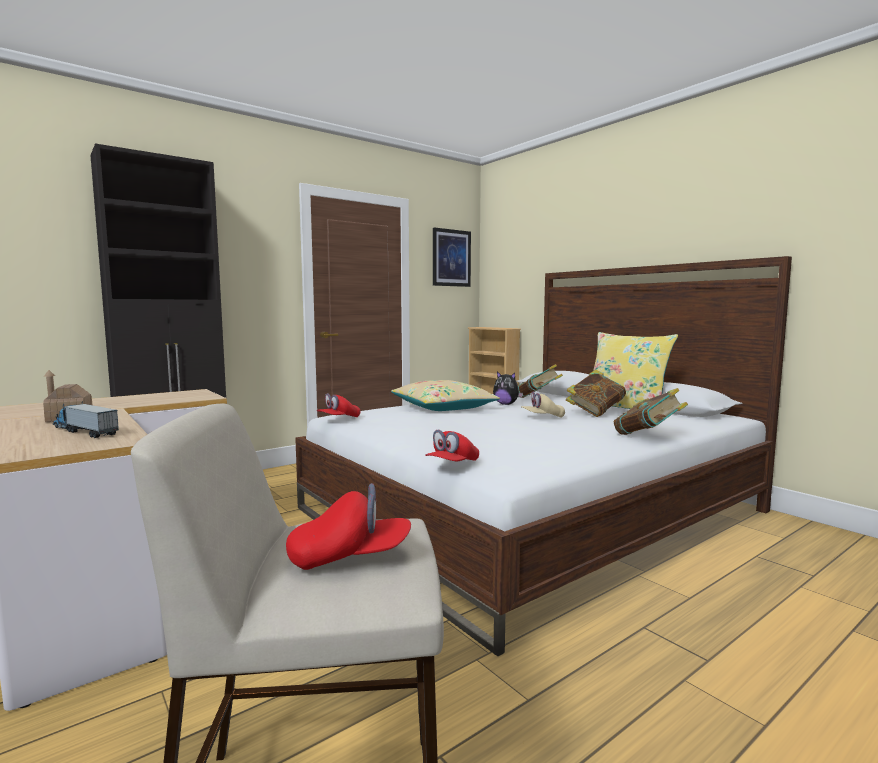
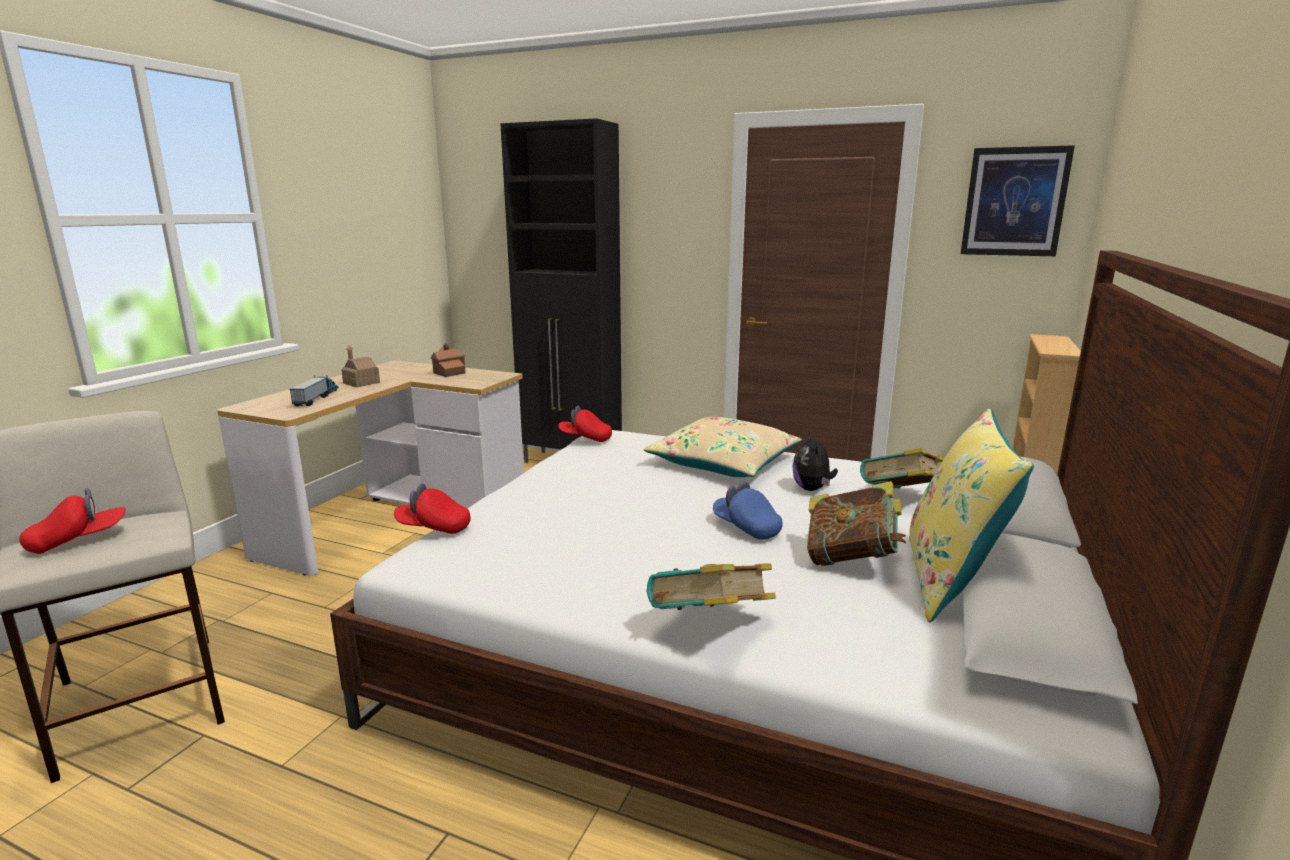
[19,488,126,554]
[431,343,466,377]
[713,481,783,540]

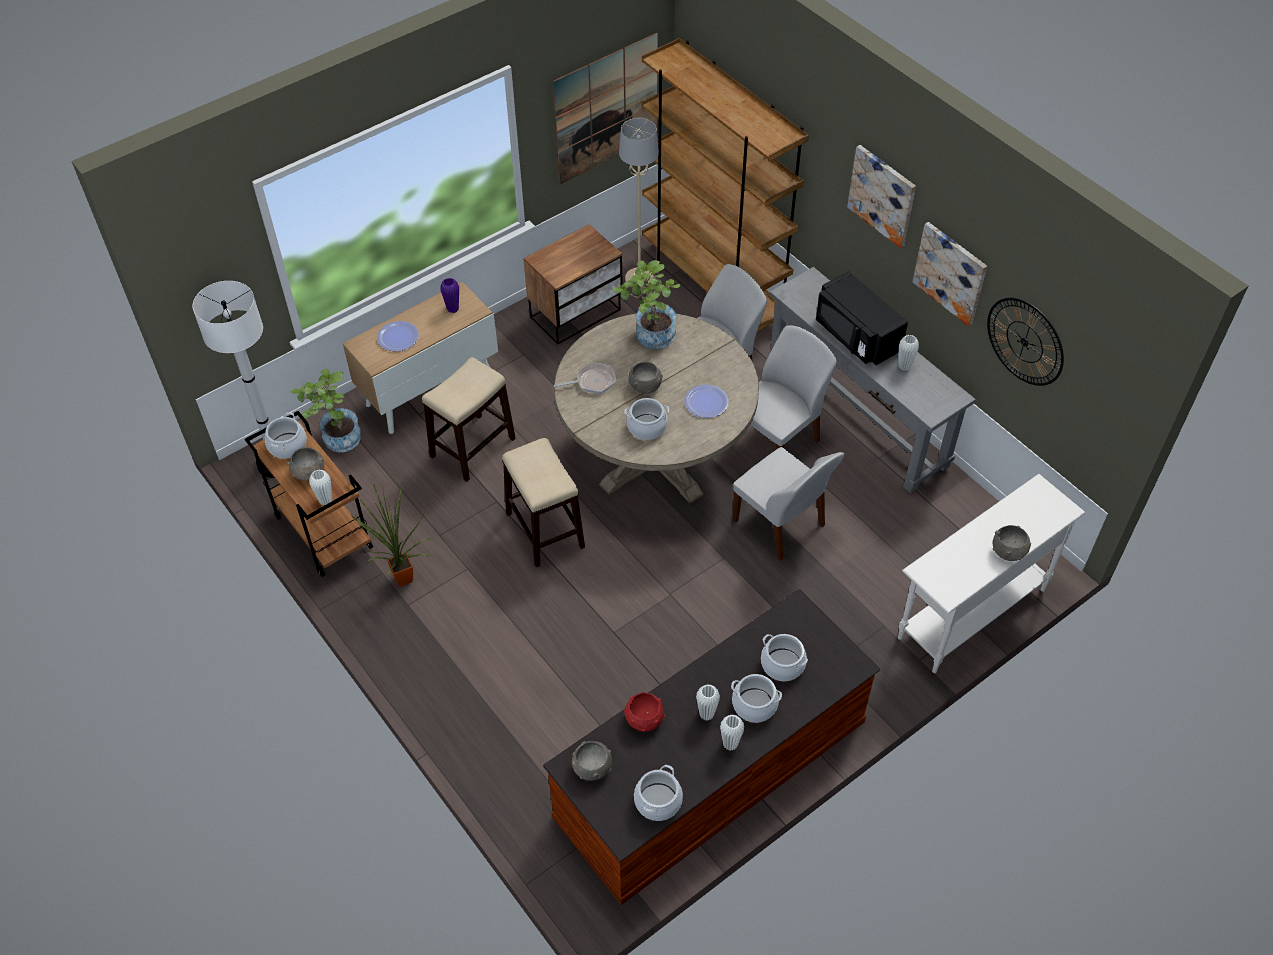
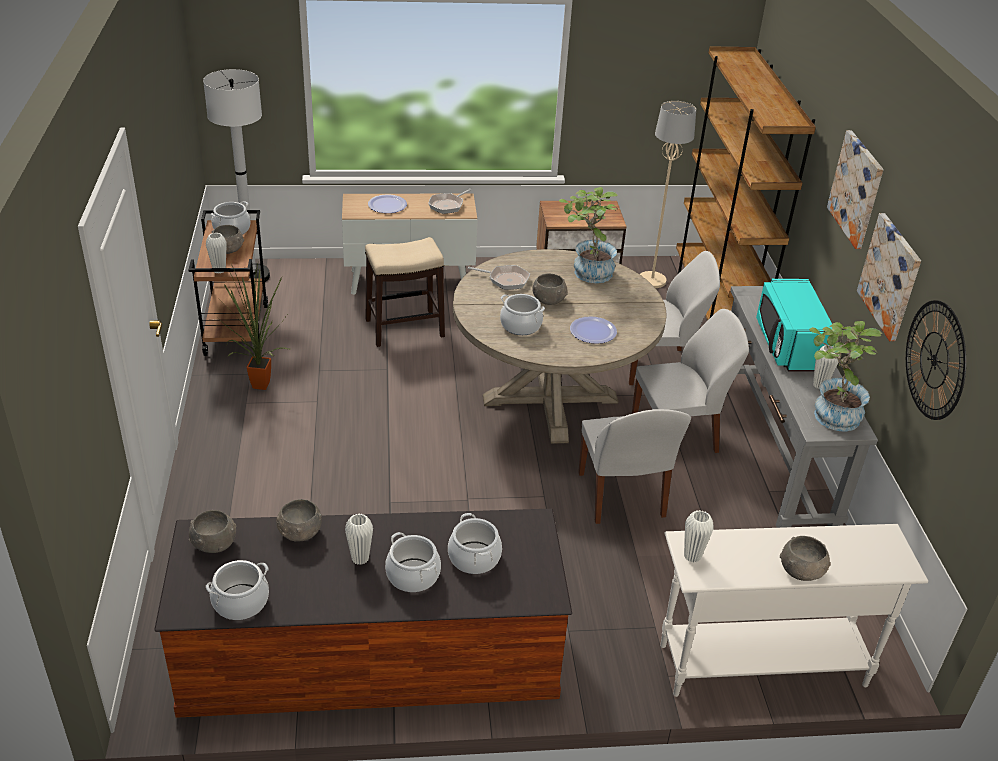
[276,499,322,542]
[428,189,471,214]
[684,510,714,562]
[756,279,835,372]
[809,321,882,432]
[502,438,585,567] (first image)
[553,33,658,185] (first image)

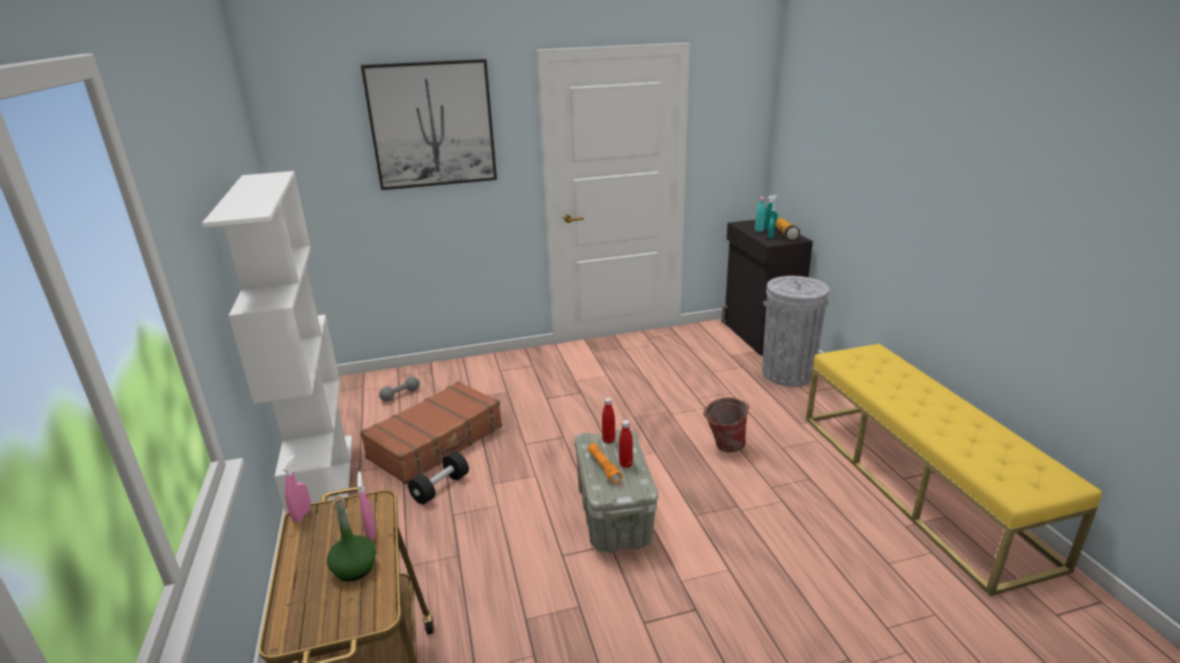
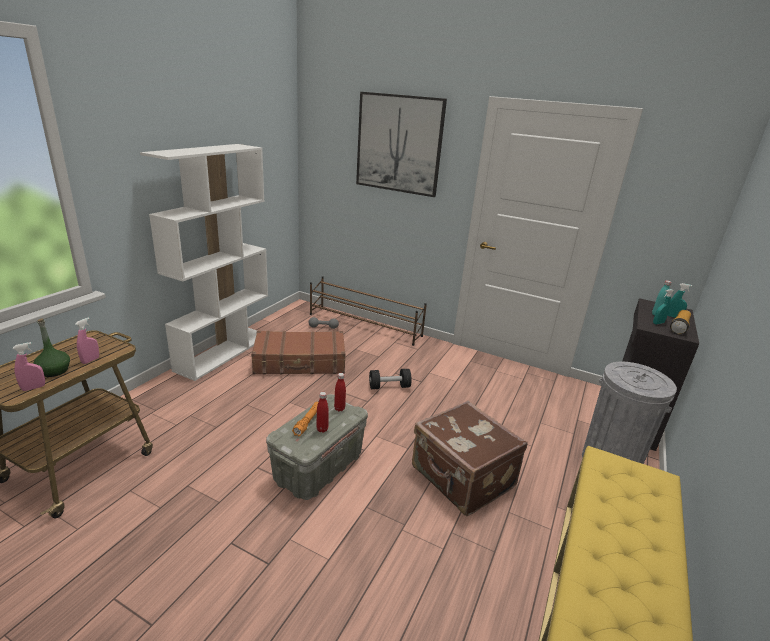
[13,342,45,391]
[310,276,427,346]
[369,369,412,389]
[412,401,527,516]

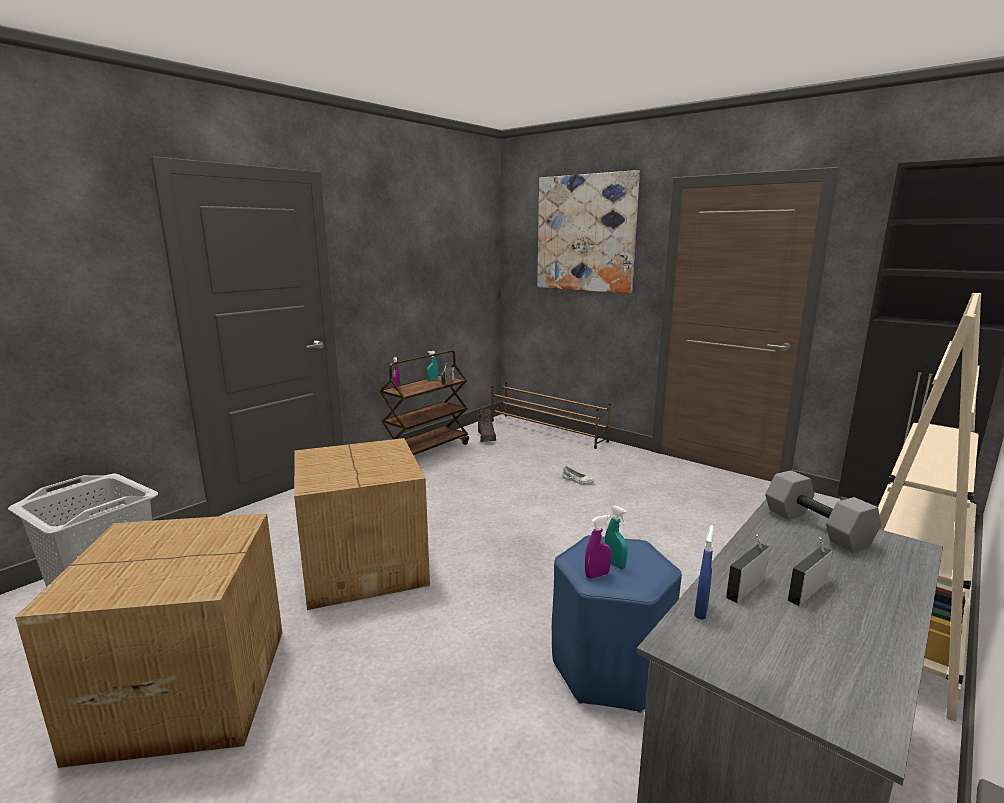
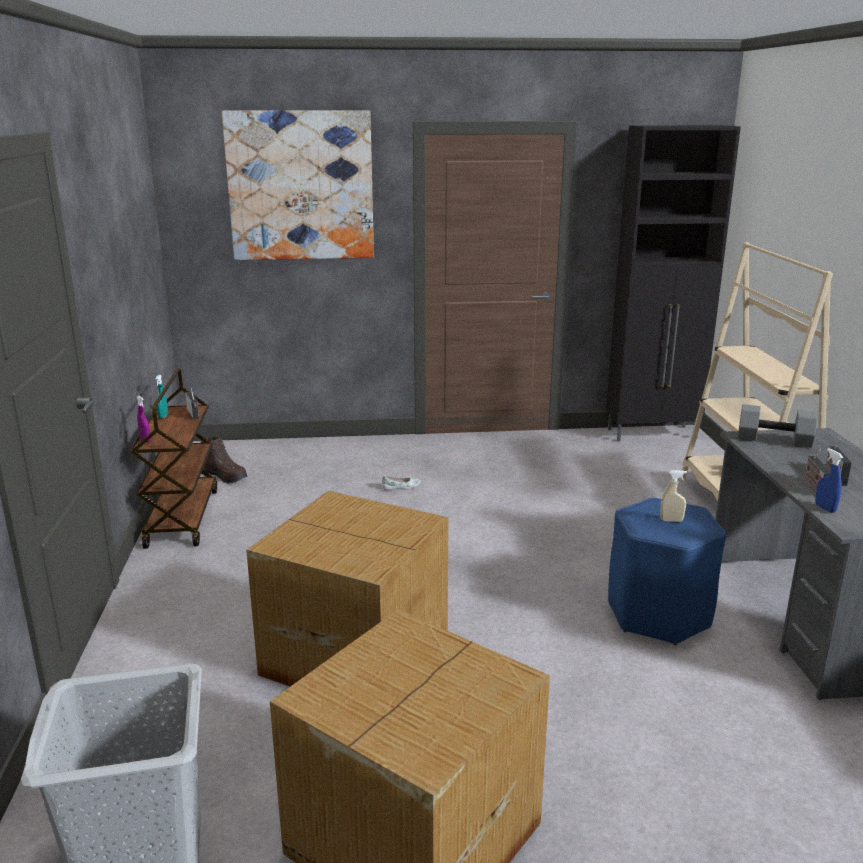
[660,470,687,522]
[491,382,611,449] (first image)
[585,515,611,579] (first image)

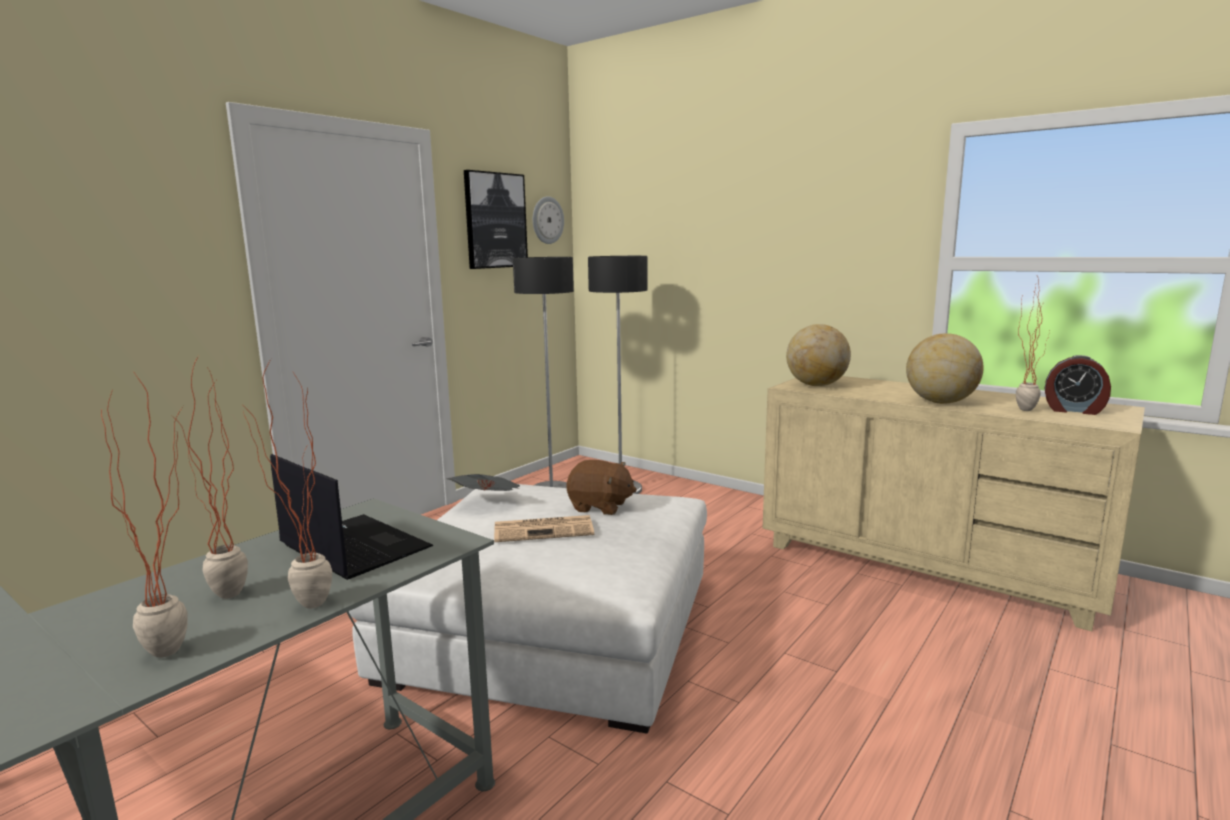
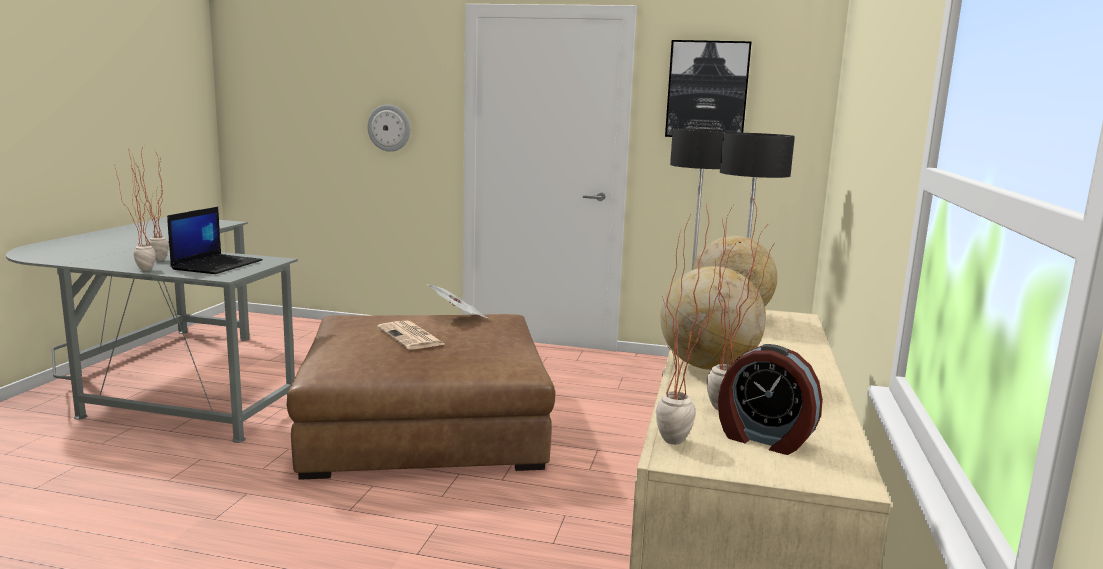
[287,314,555,480]
[367,105,410,152]
[656,202,737,445]
[718,344,823,455]
[566,460,637,515] (first image)

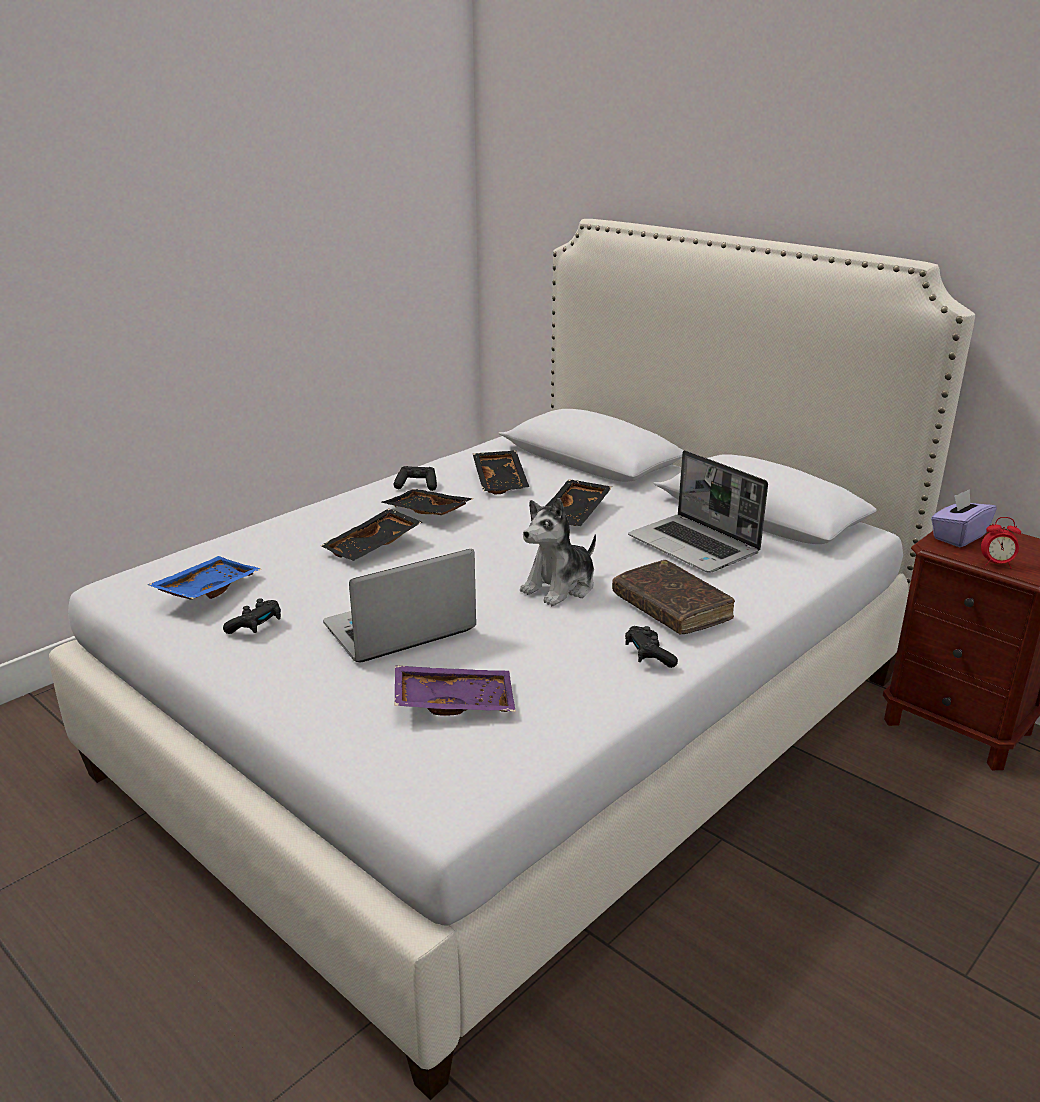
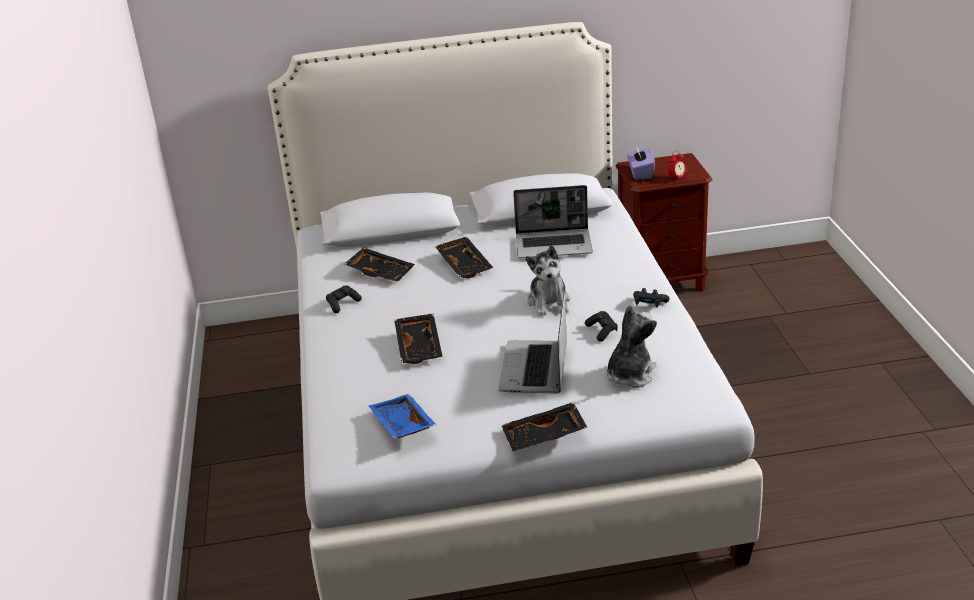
[501,402,588,451]
[585,311,618,342]
[605,306,657,388]
[612,560,735,635] (first image)

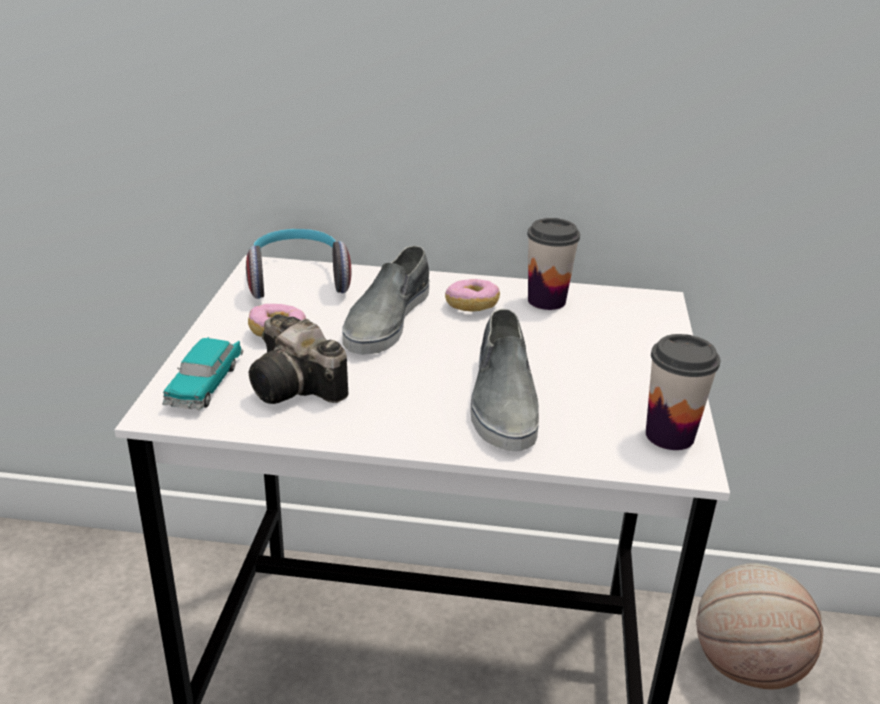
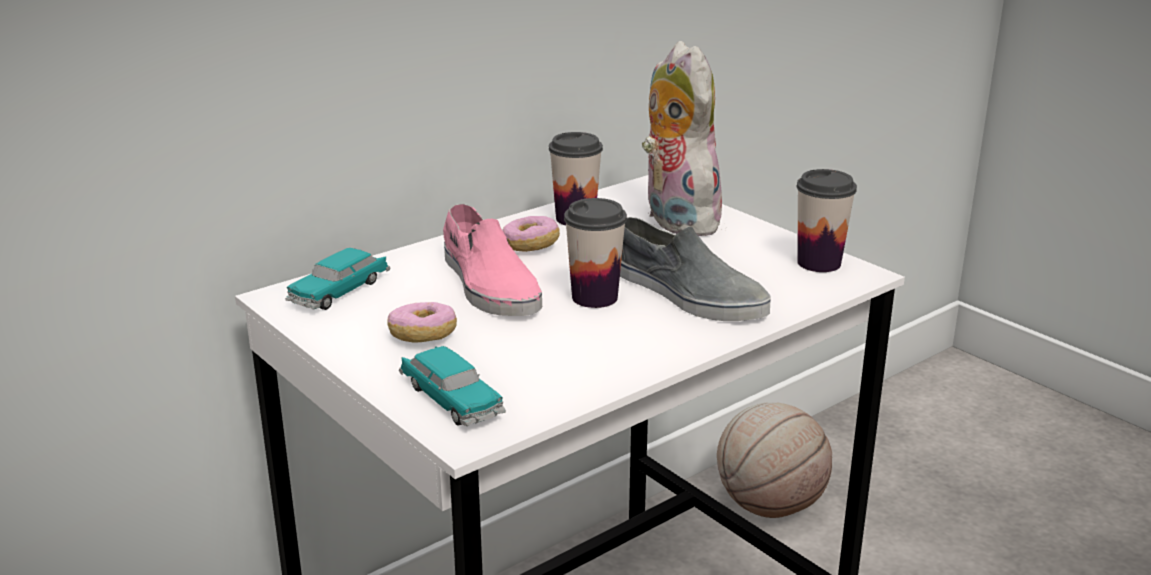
[285,248,390,310]
[443,204,542,316]
[564,198,627,308]
[642,41,726,236]
[249,314,348,404] (first image)

